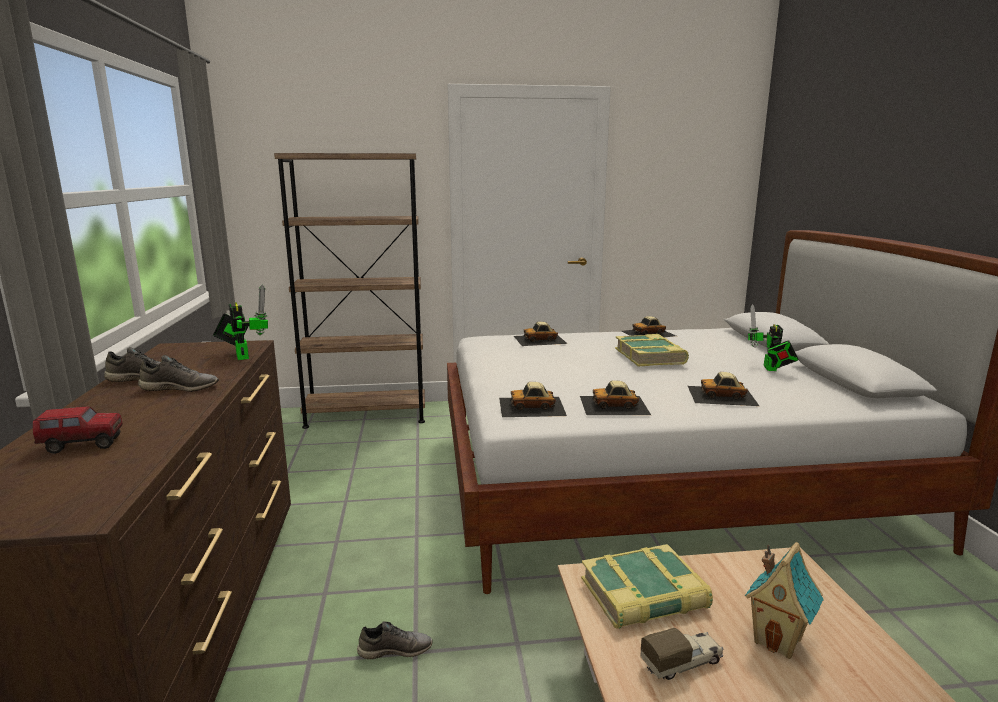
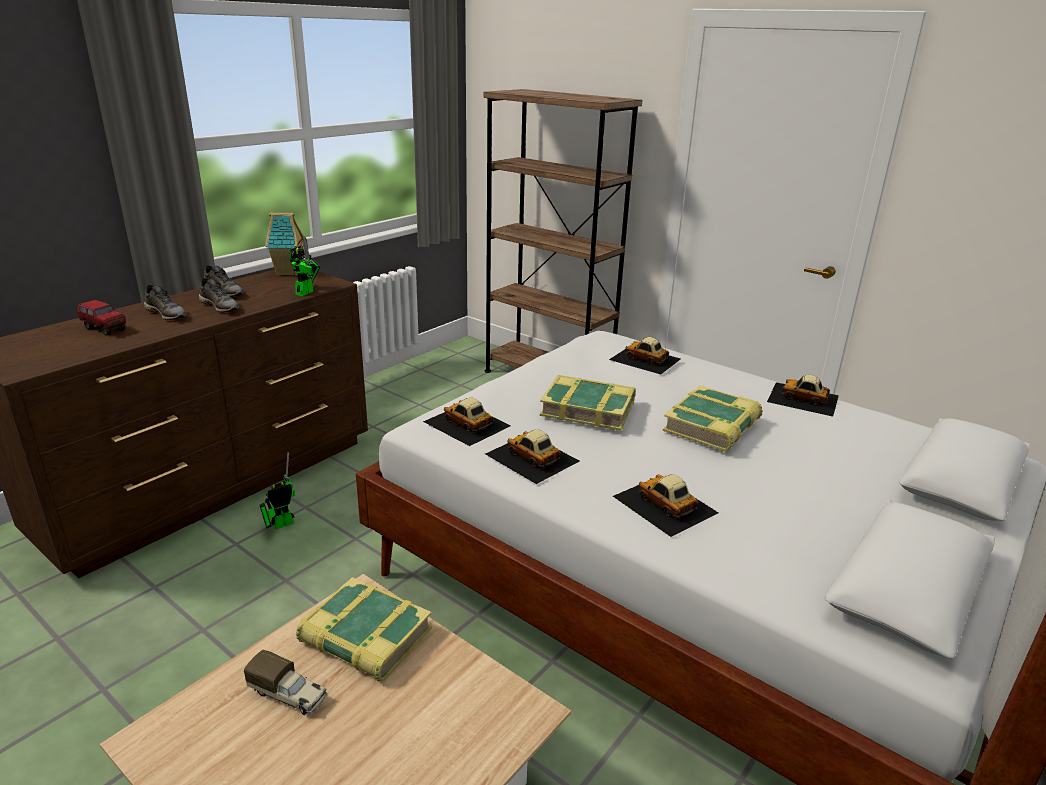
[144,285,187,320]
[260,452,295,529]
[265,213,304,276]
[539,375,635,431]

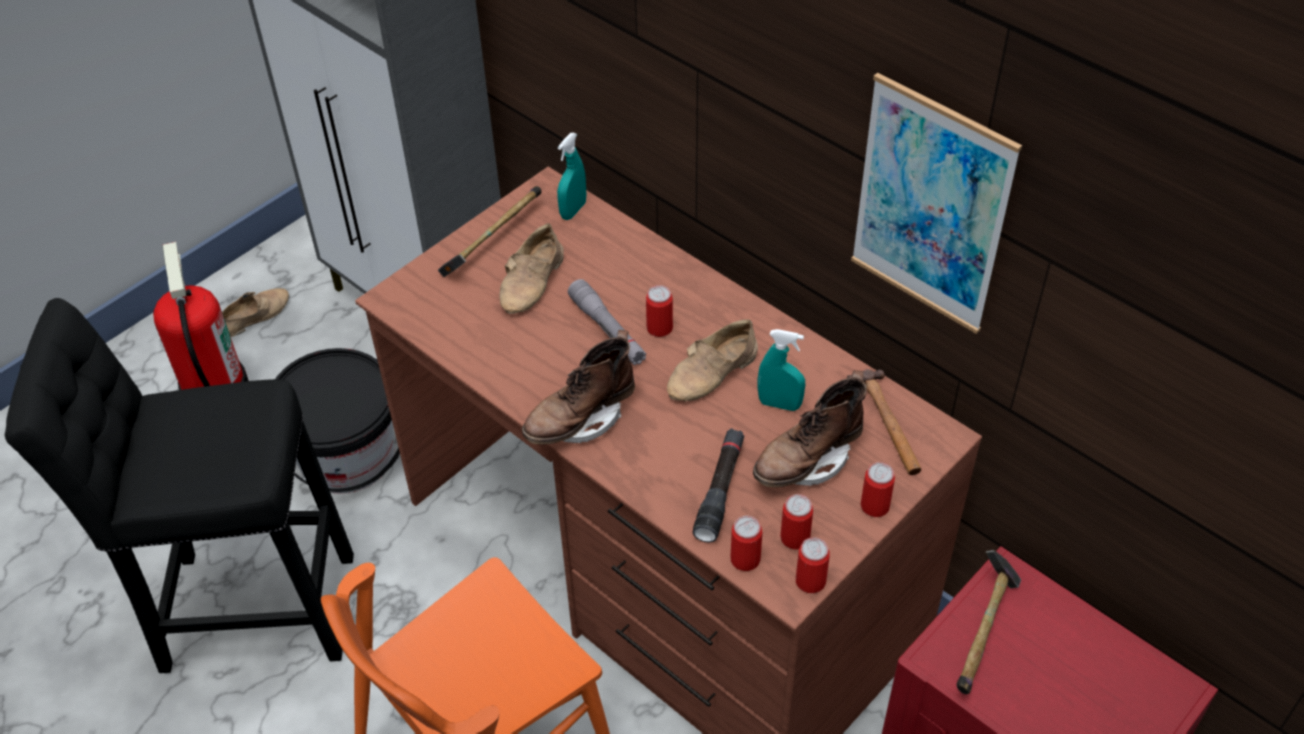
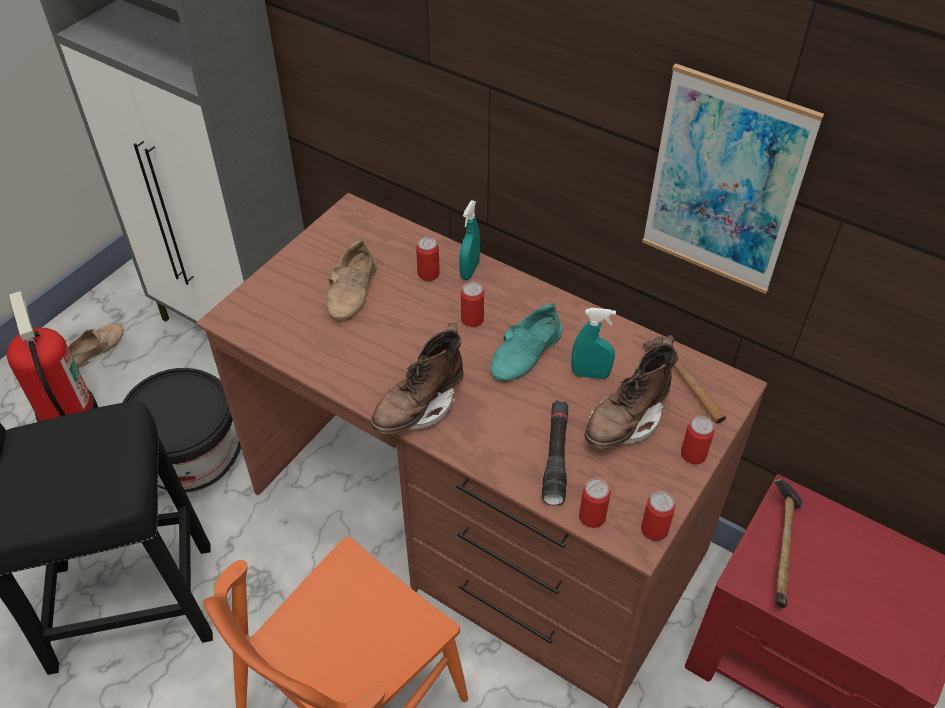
[416,236,440,281]
[459,200,480,280]
[491,304,562,381]
[438,186,542,277] (first image)
[568,279,646,365] (first image)

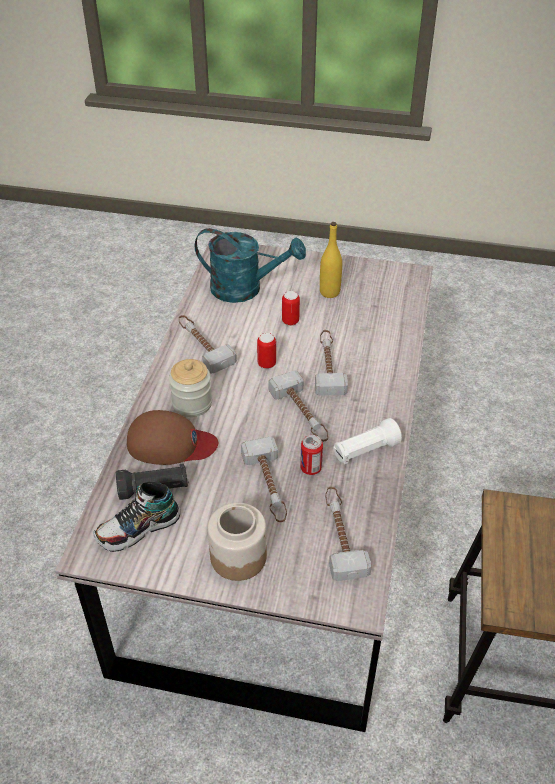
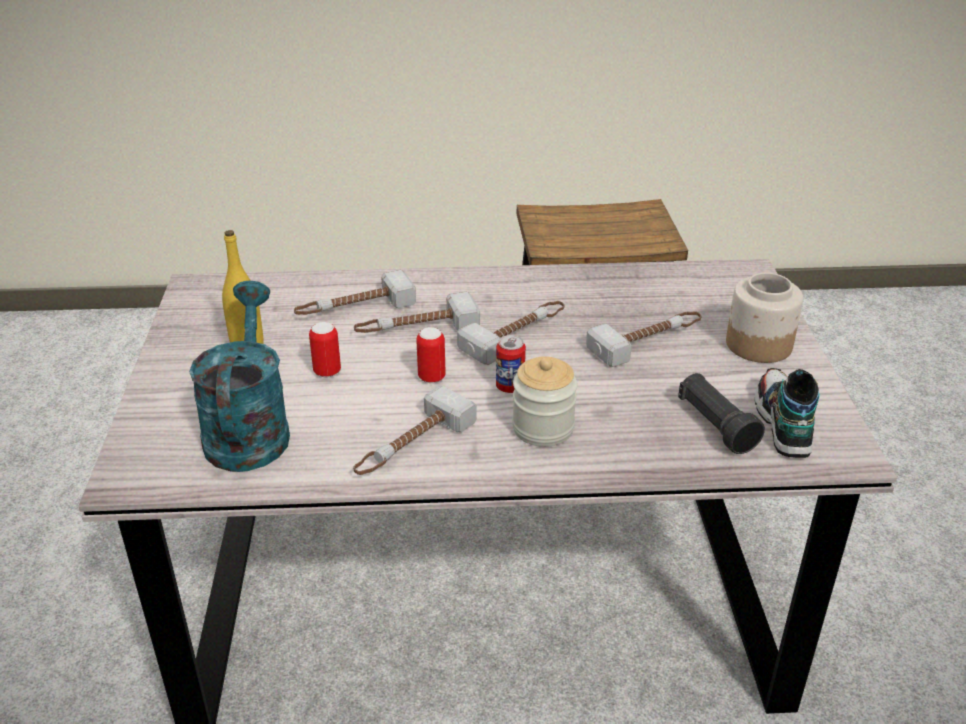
[294,270,416,315]
[496,335,526,393]
[755,368,820,458]
[127,410,218,465] (first image)
[333,418,402,464] (first image)

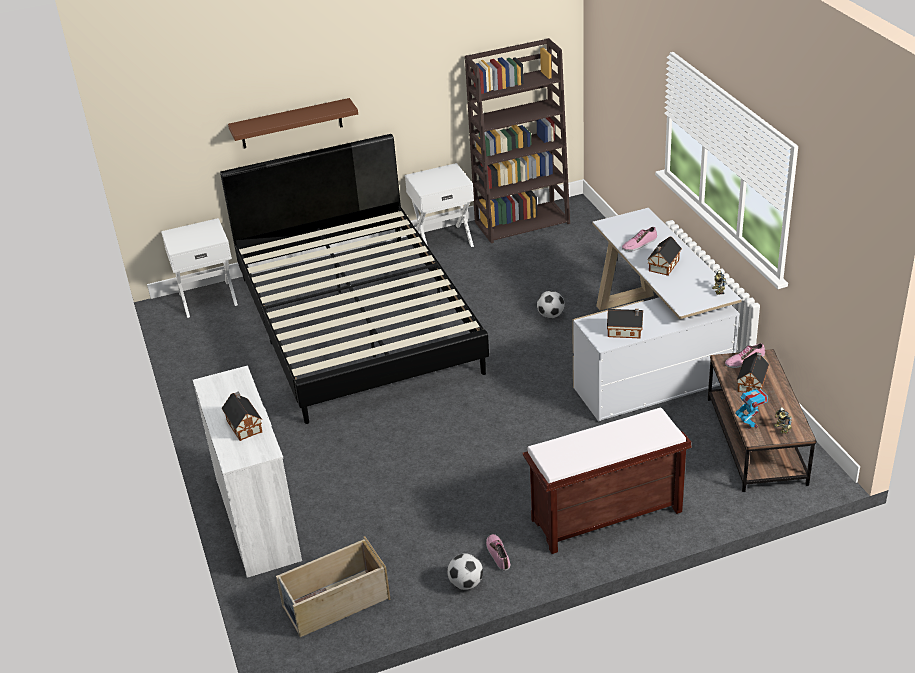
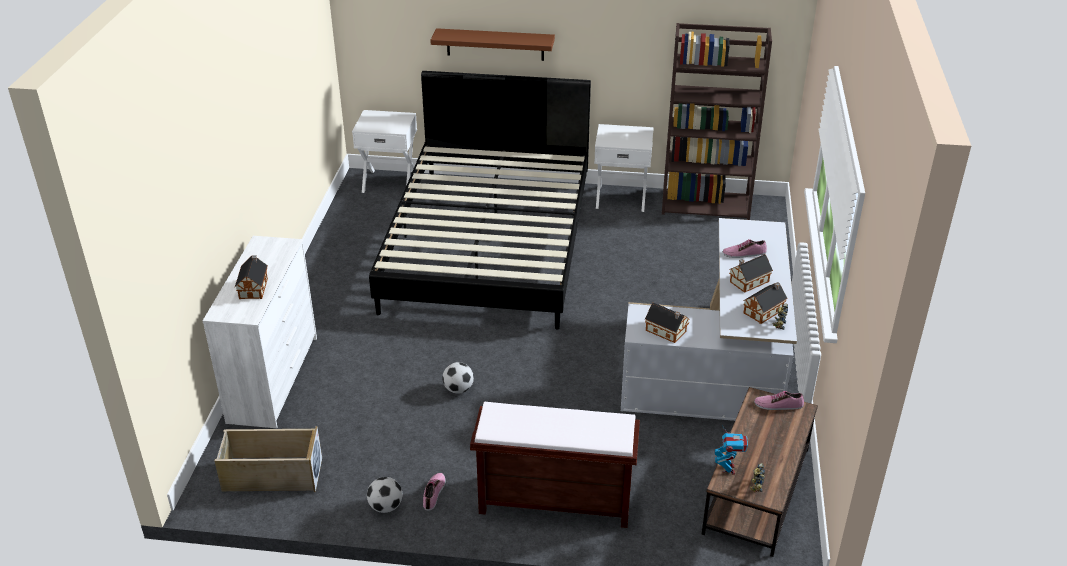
[442,362,474,394]
[743,282,788,324]

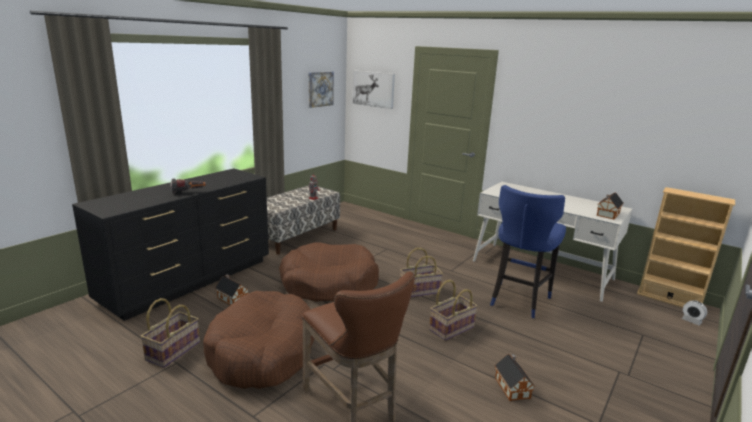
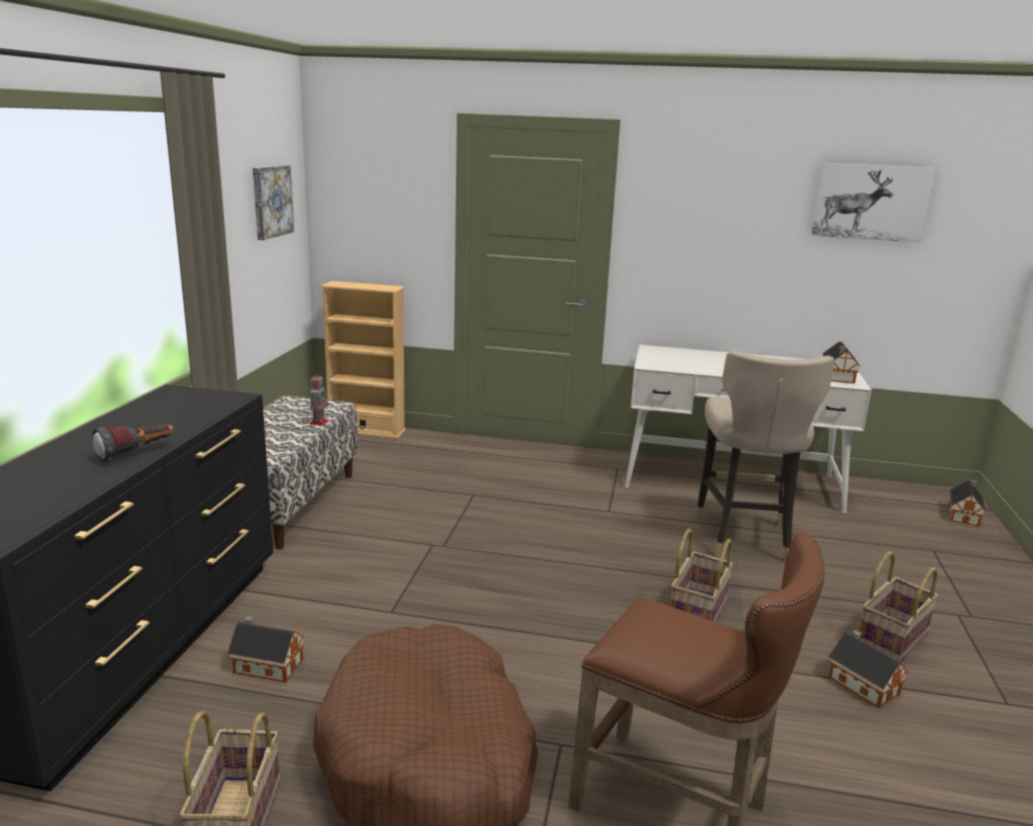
[321,281,406,439]
[695,350,834,562]
[811,163,936,242]
[859,551,939,662]
[949,480,986,527]
[279,243,379,302] (first image)

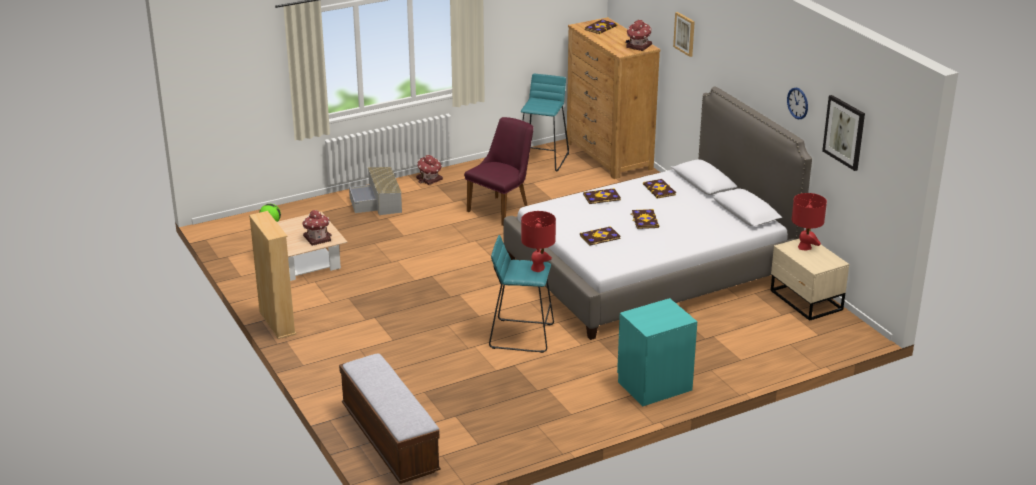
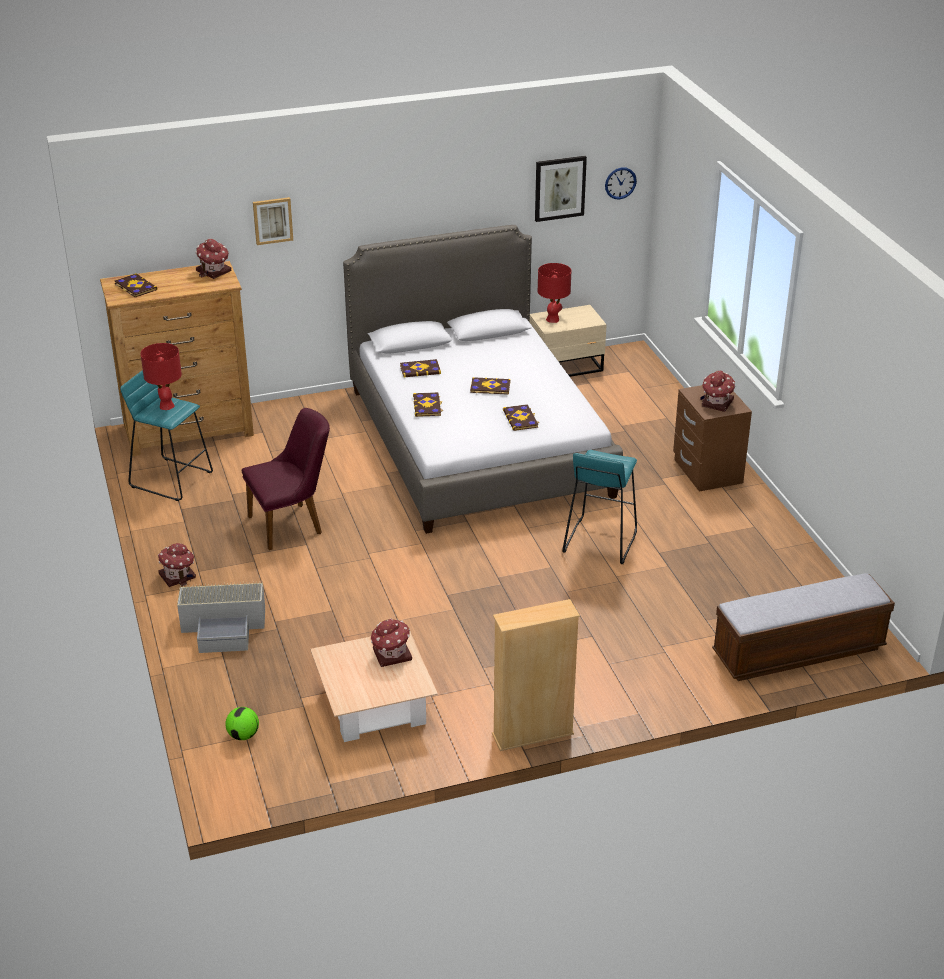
[140,343,182,410]
[242,408,330,550]
[605,167,637,199]
[673,385,752,492]
[700,371,735,412]

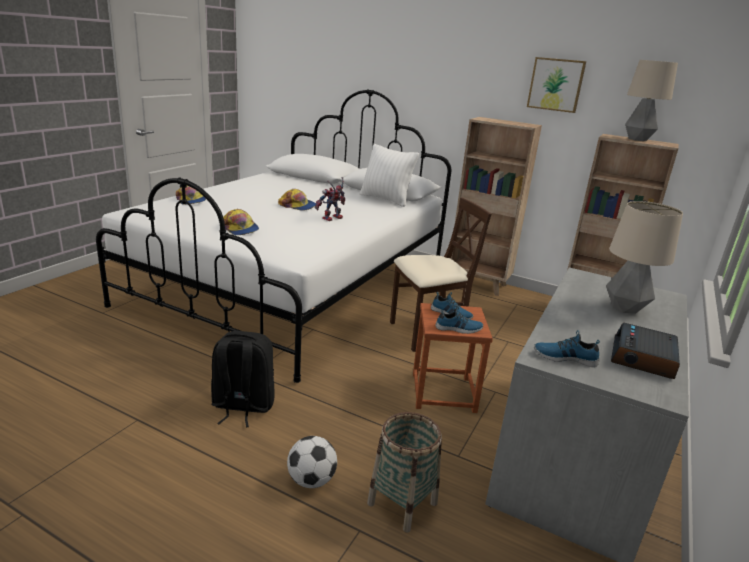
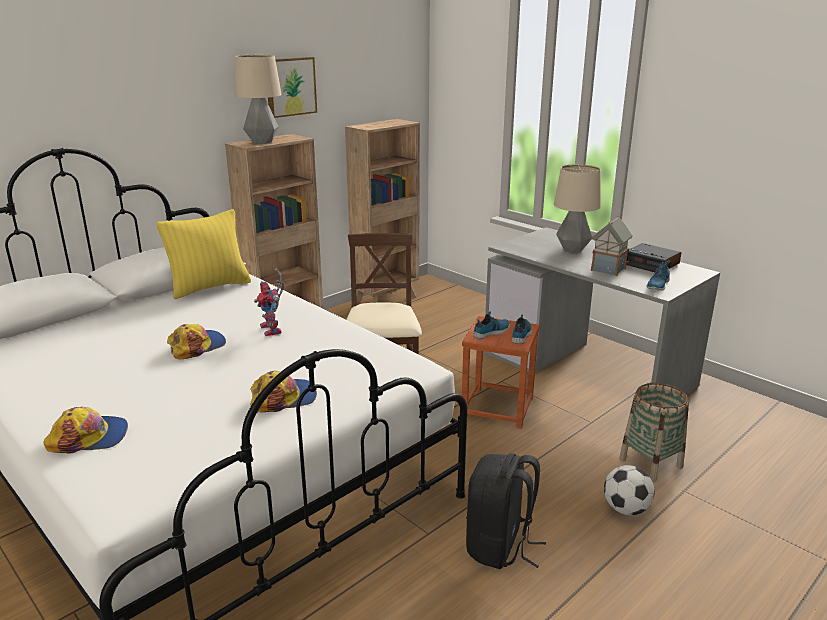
[156,209,251,299]
[235,55,282,144]
[591,216,632,276]

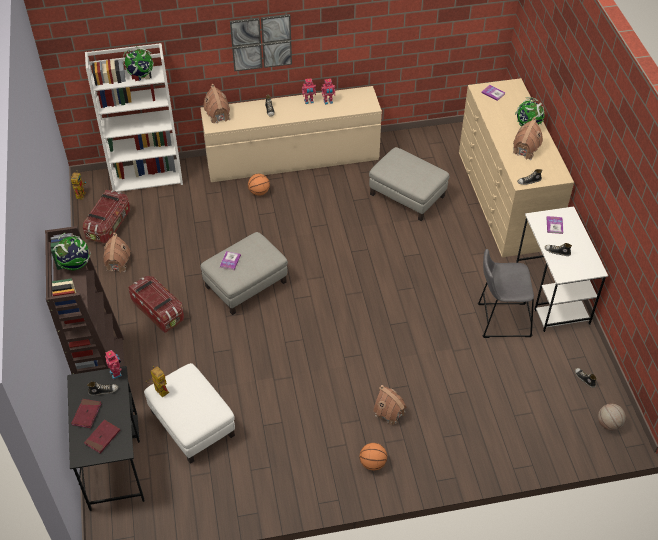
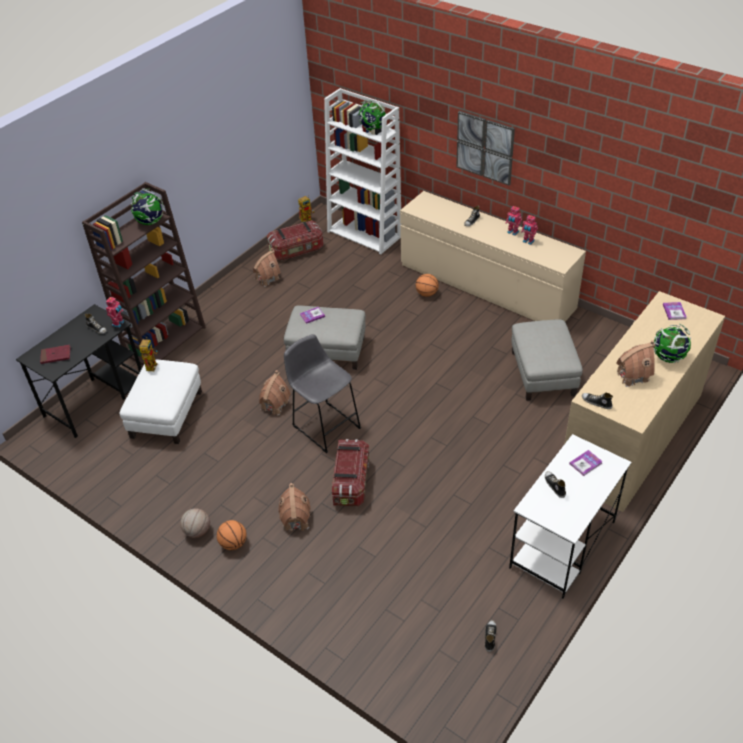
[180,508,210,538]
[259,370,291,415]
[284,334,361,453]
[332,439,369,506]
[71,399,102,428] (first image)

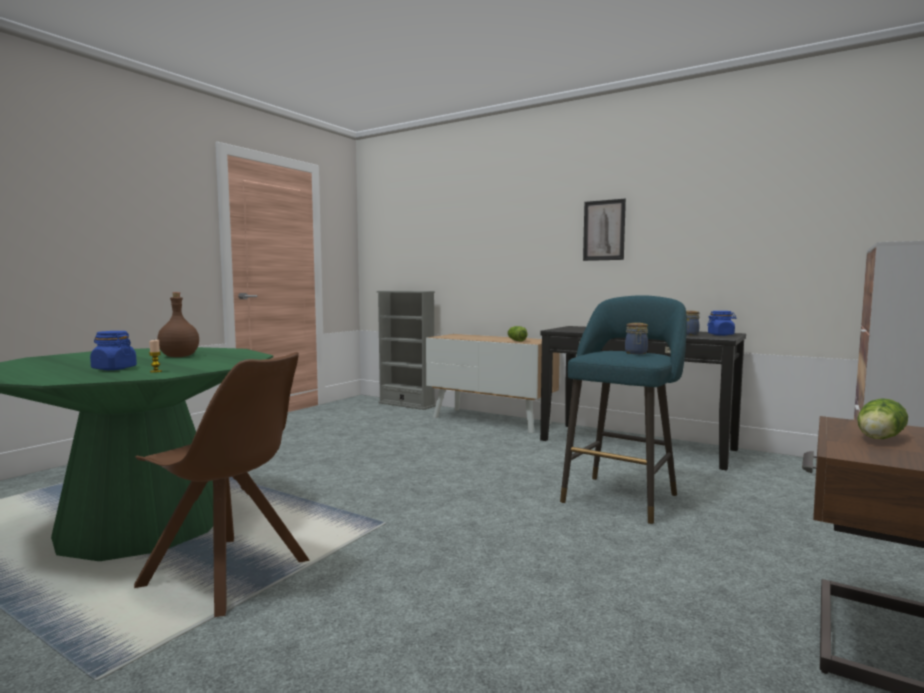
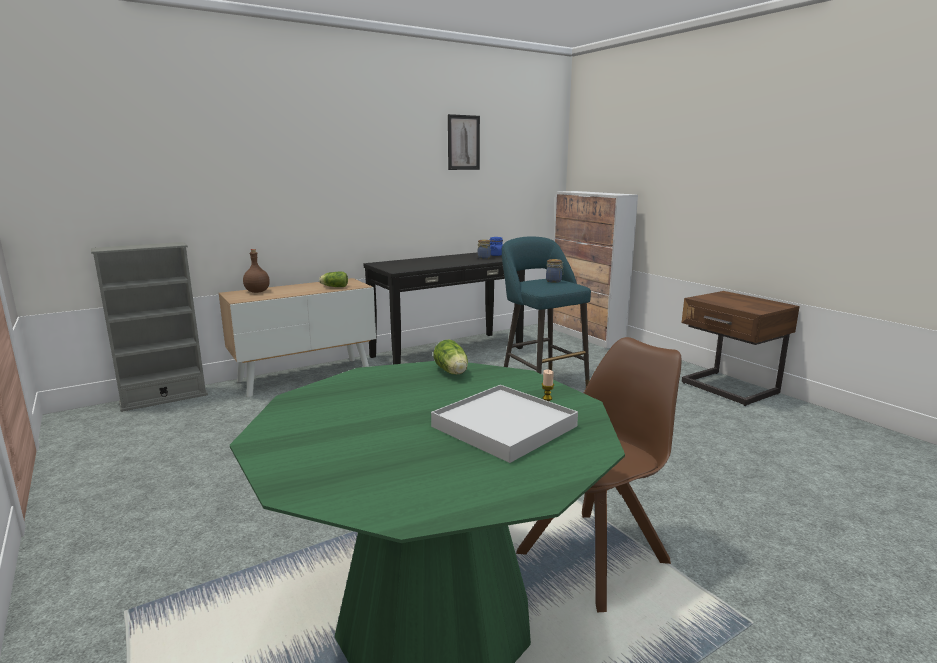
[243,249,270,293]
[431,385,578,463]
[433,339,468,374]
[448,114,480,170]

